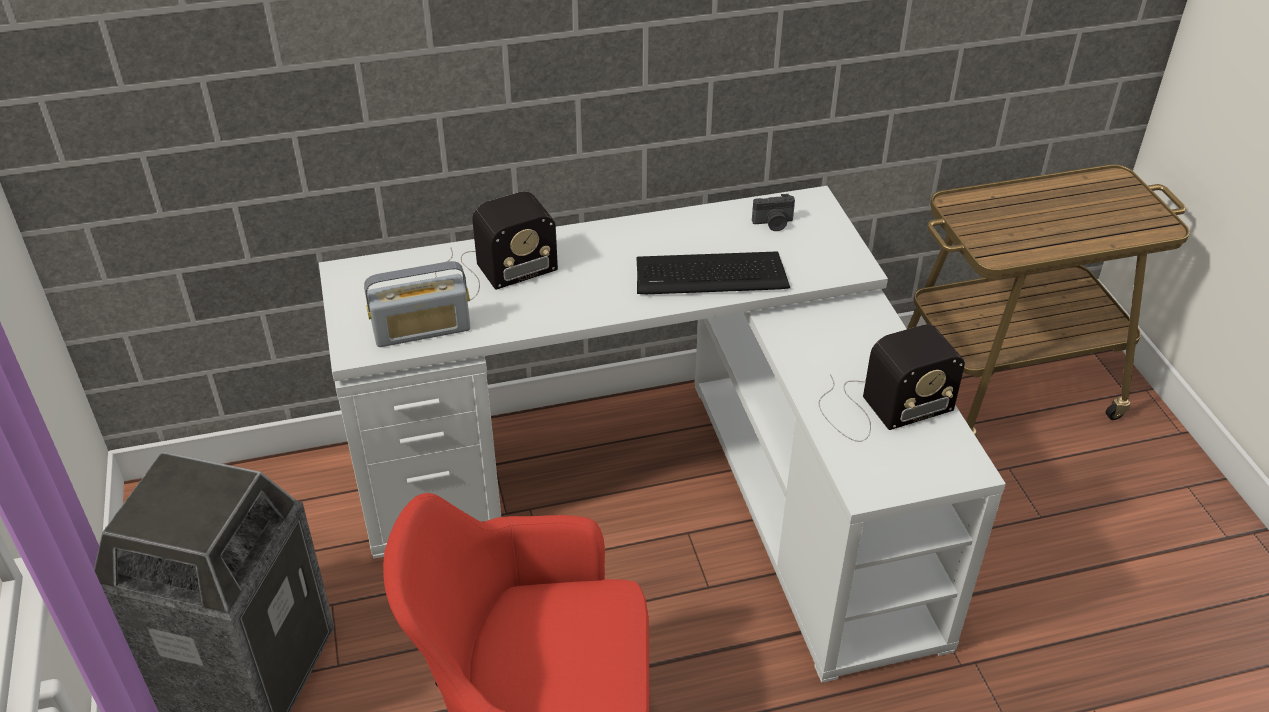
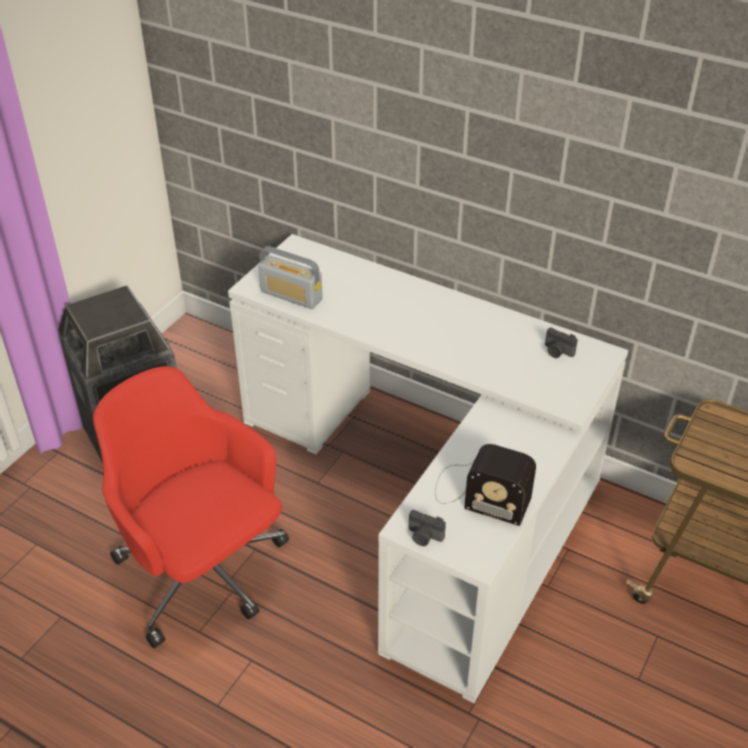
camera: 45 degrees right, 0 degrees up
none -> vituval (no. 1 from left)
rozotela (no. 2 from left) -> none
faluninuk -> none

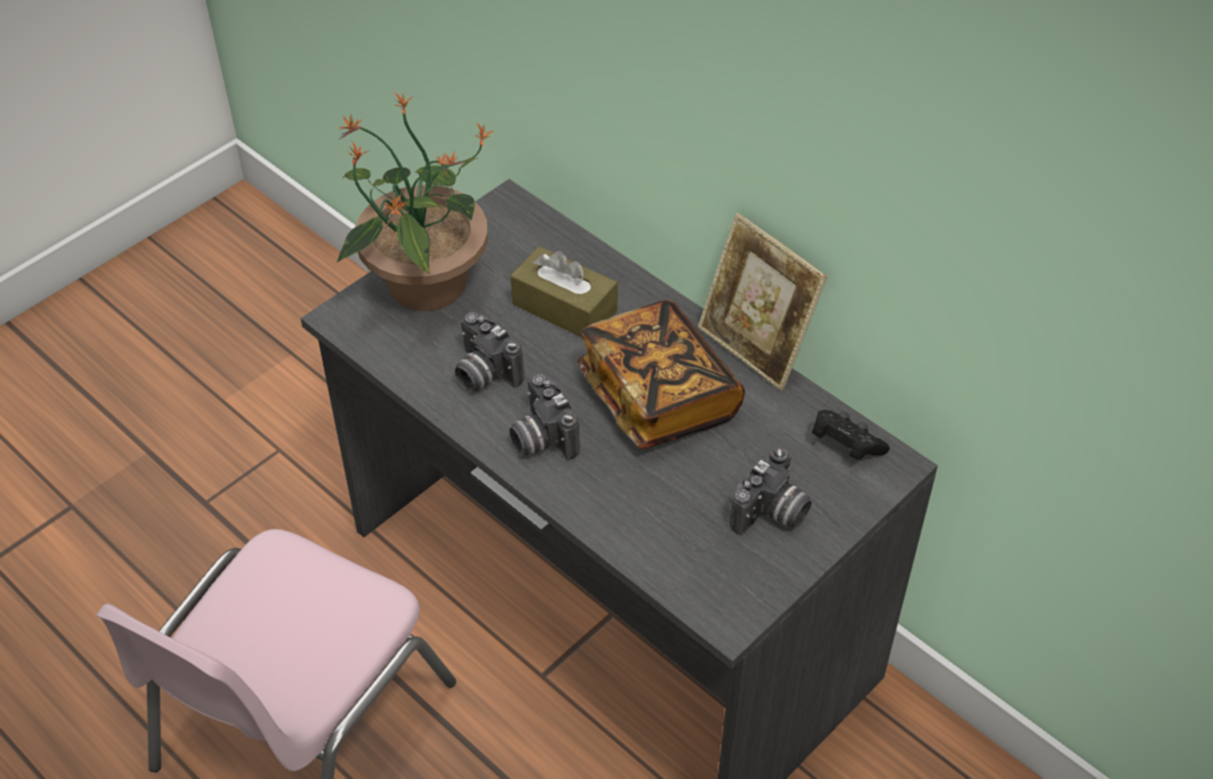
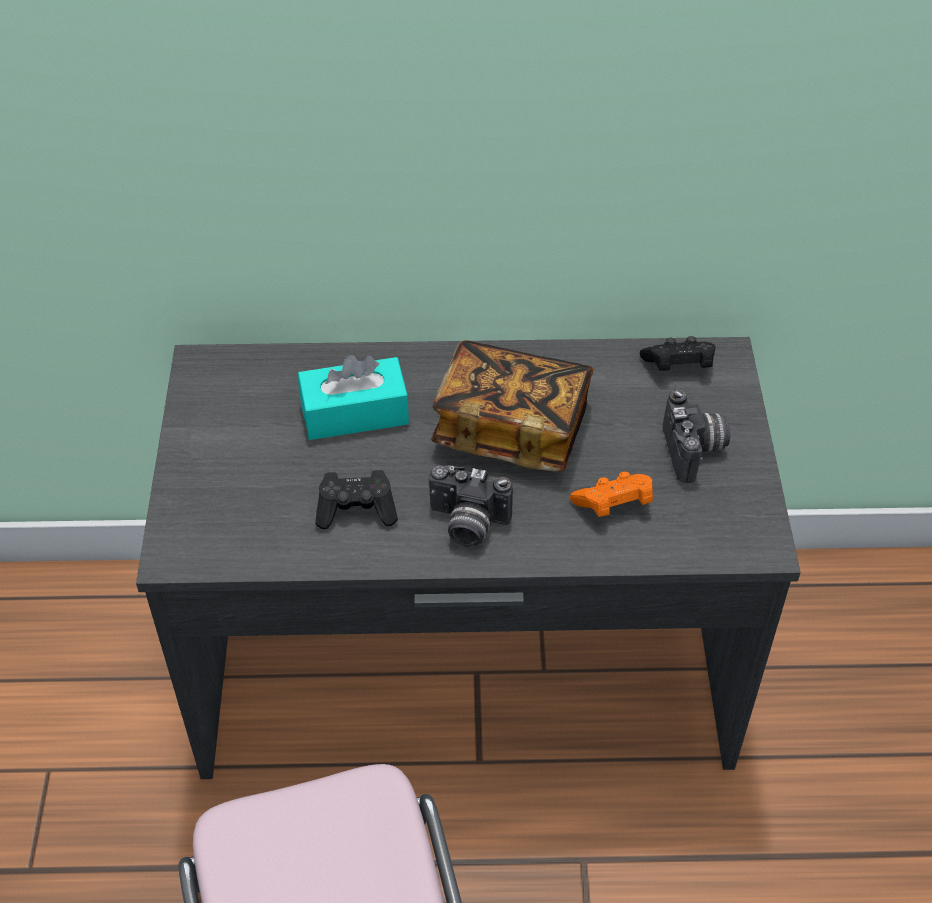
camera: 45 degrees left, 0 degrees up
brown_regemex -> turquoise_regemex
vituval (no. 1 from left) -> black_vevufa (no. 1 from left)
none -> orange_vevufa
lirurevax -> none
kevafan -> none

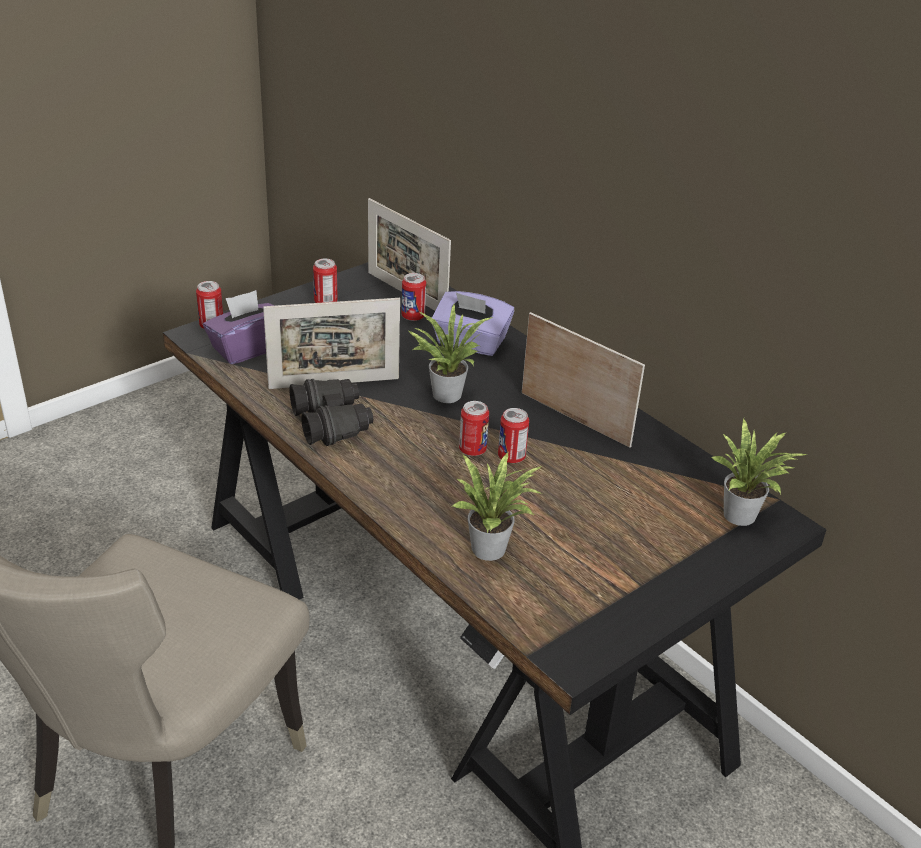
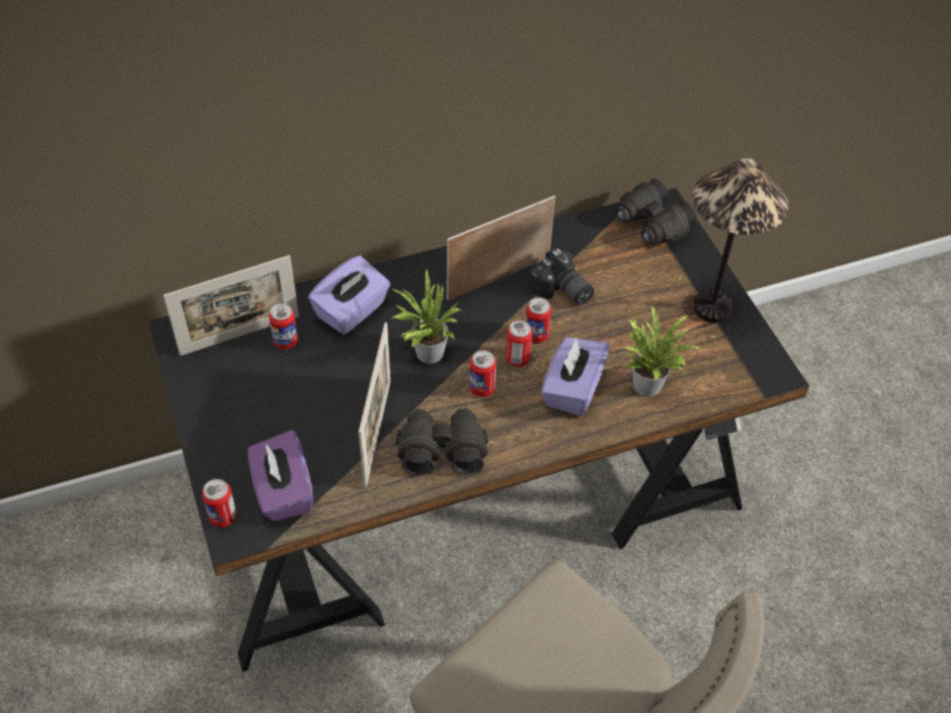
camera: 70 degrees left, 15 degrees up
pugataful (no. 2 from left in the first image) -> pugataful (no. 3 from left), relocated
none -> vituval
none -> purple_regemex (no. 3 from left)
lirurevax (no. 3 from left) -> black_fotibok (no. 2 from left)
none -> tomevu

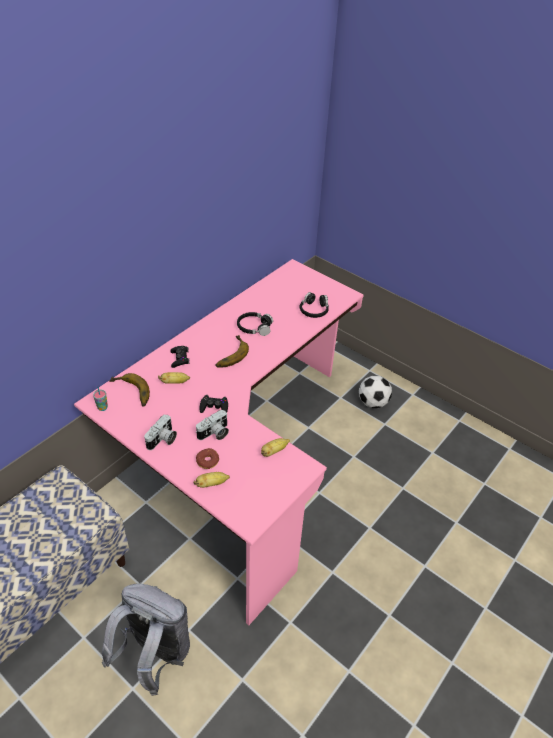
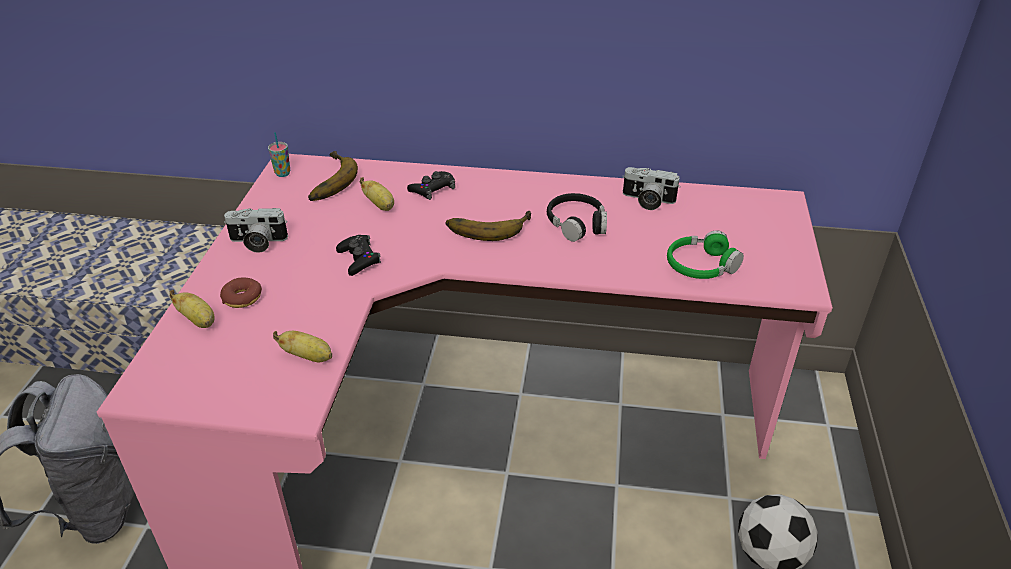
camera: 60 degrees right, 5 degrees down
vituval (no. 2 from left), relocated
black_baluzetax (no. 2 from left) -> green_baluzetax

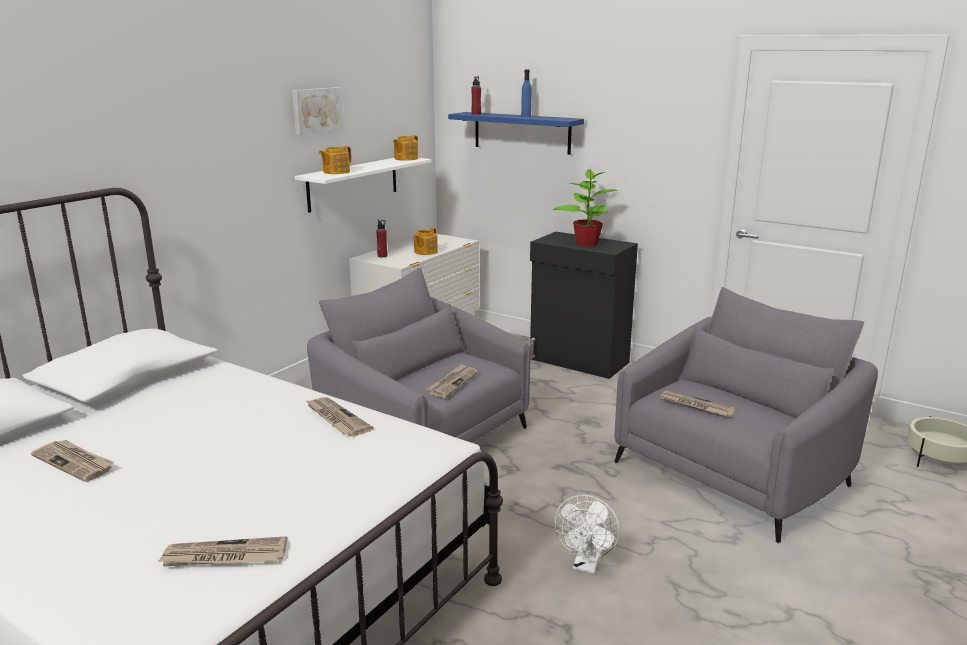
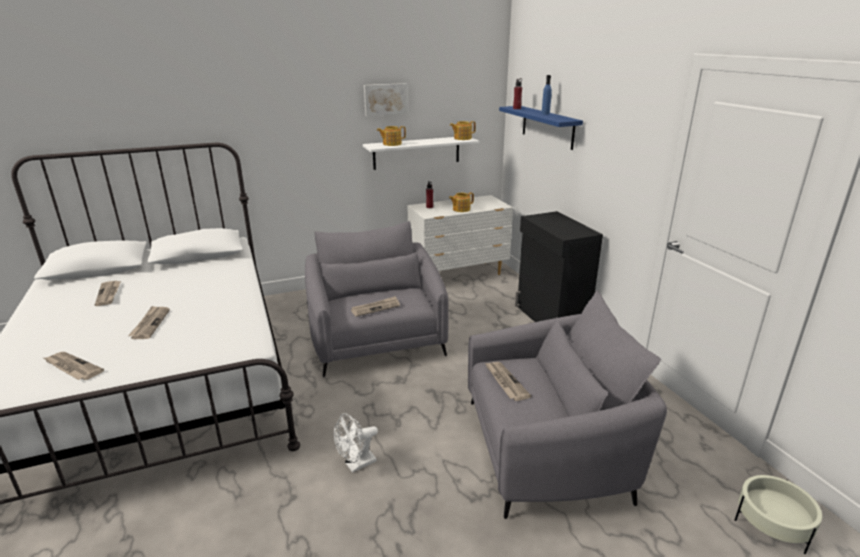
camera: 35 degrees right, 5 degrees up
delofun (no. 3 from left), relocated
lirurevax -> none

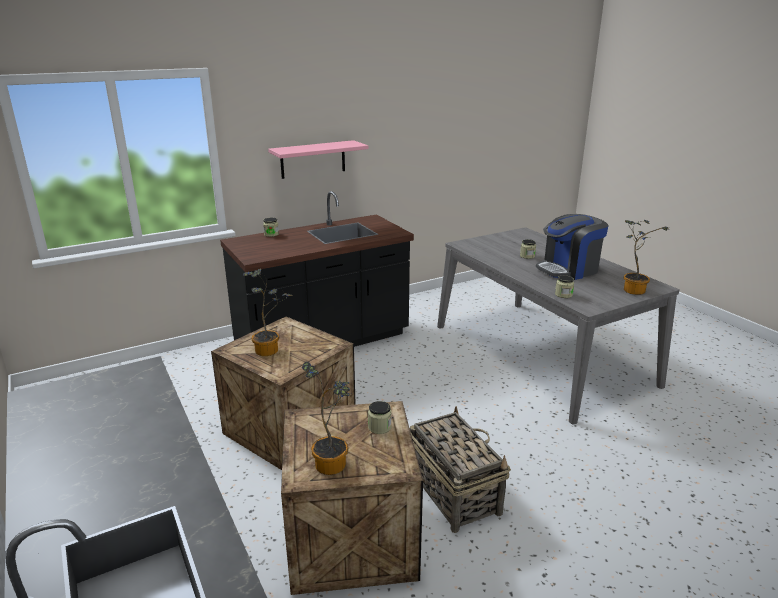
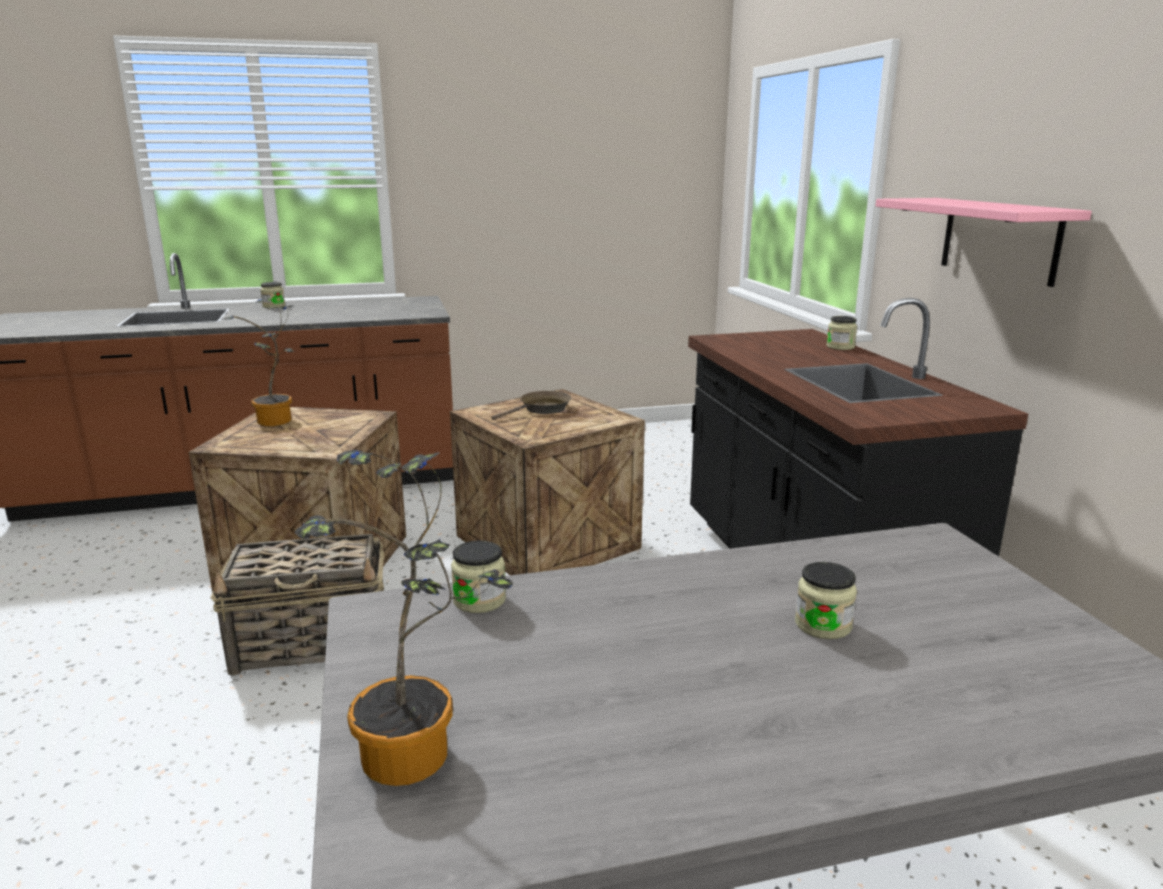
camera: 105 degrees right, 5 degrees down
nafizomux (no. 2 from left in the first image) -> nafizomux (no. 1 from left), relocated
lirurevax (no. 1 from left) -> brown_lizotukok
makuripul -> none

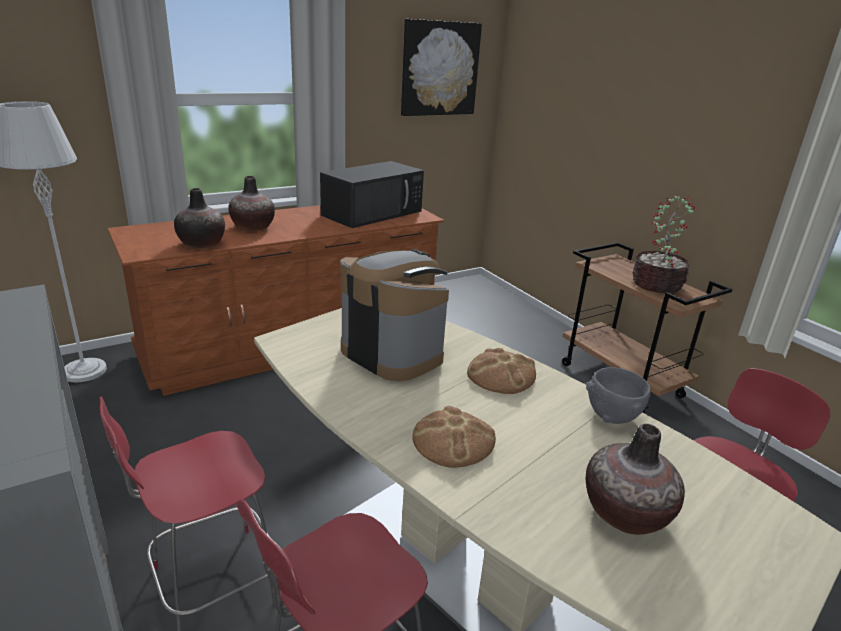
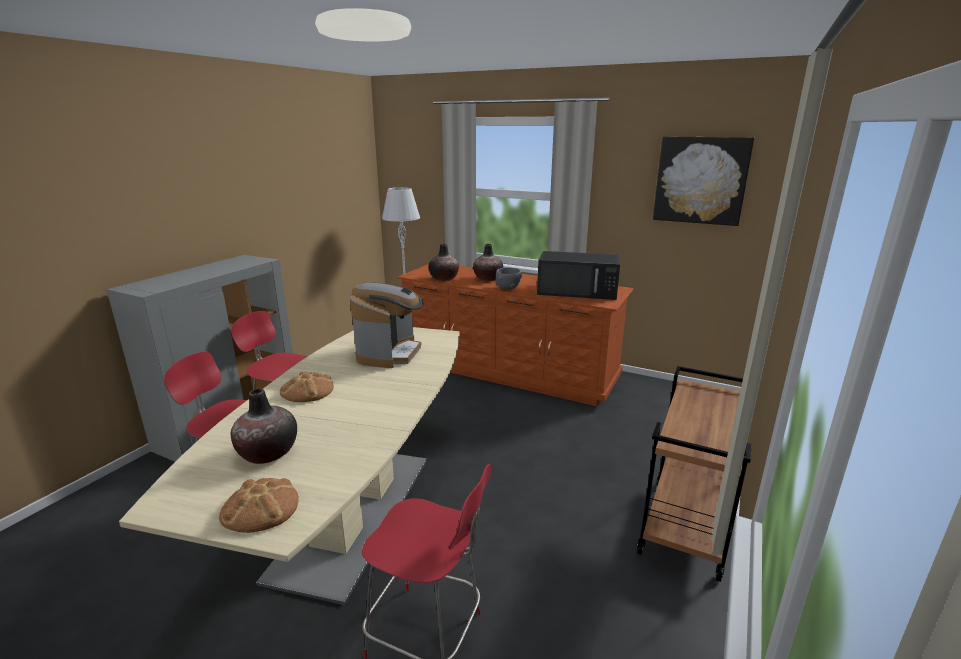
camera: 60 degrees right, 5 degrees down
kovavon (no. 2 from left in the first image) -> kovavon (no. 1 from left), relocated
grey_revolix, relocated
lirurevax -> none

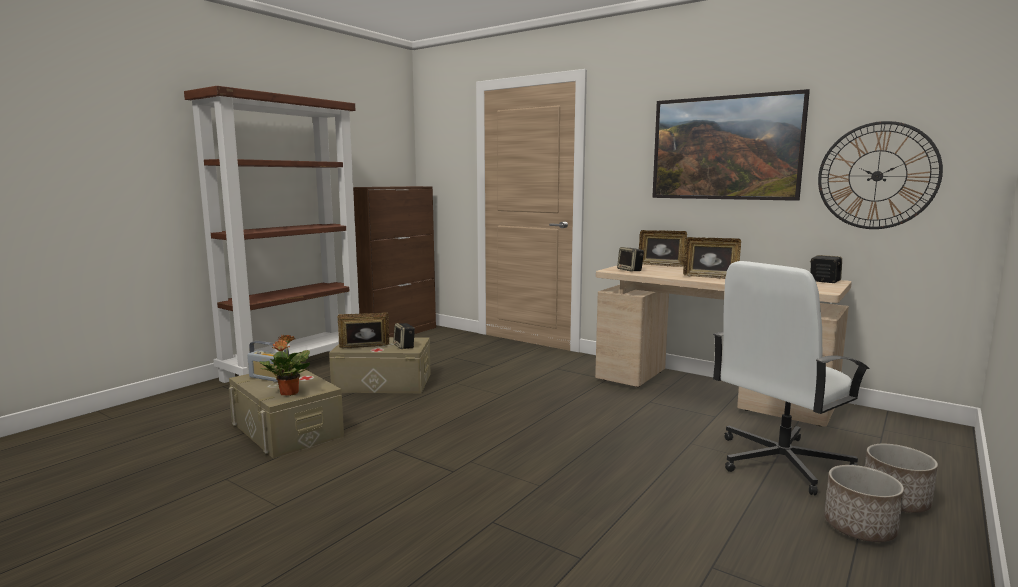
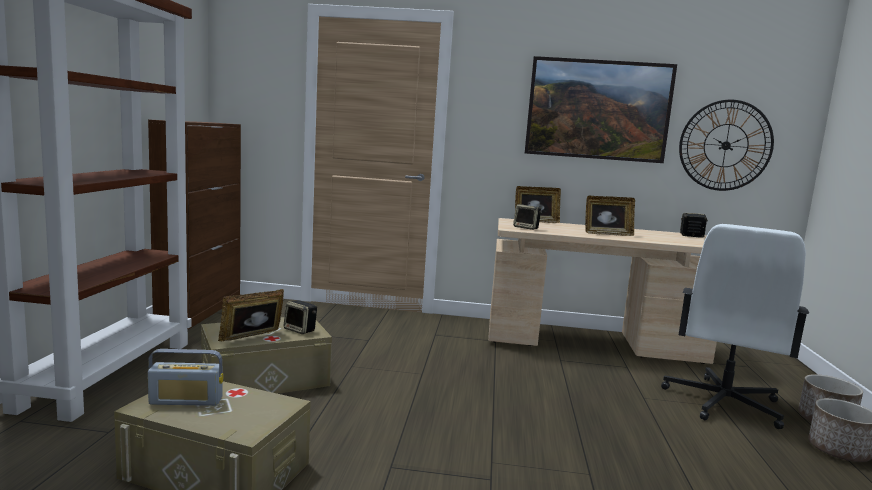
camera: 30 degrees left, 0 degrees up
lirurevax -> none

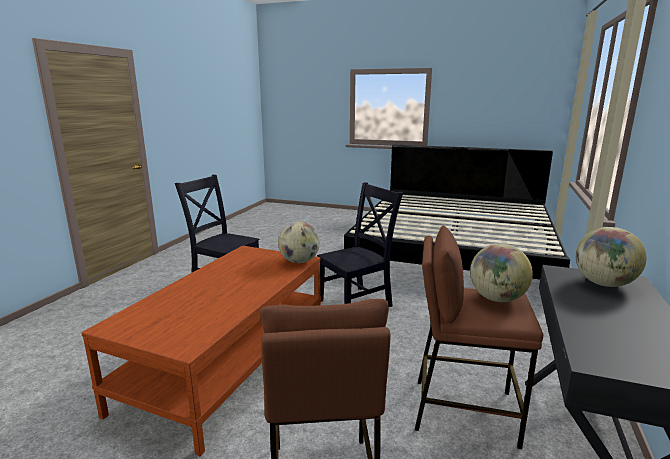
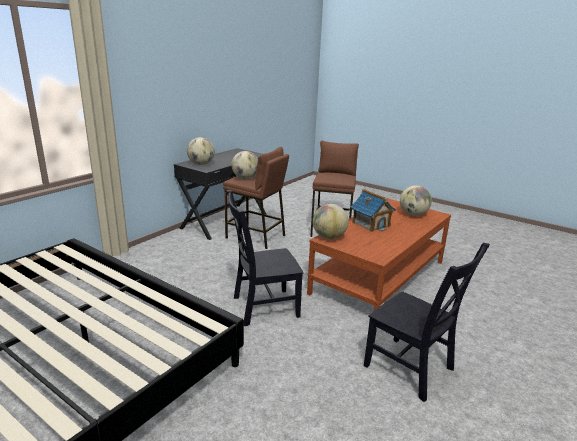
camera: 165 degrees left, 5 degrees up
none -> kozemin
none -> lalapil (no. 4 from left)

